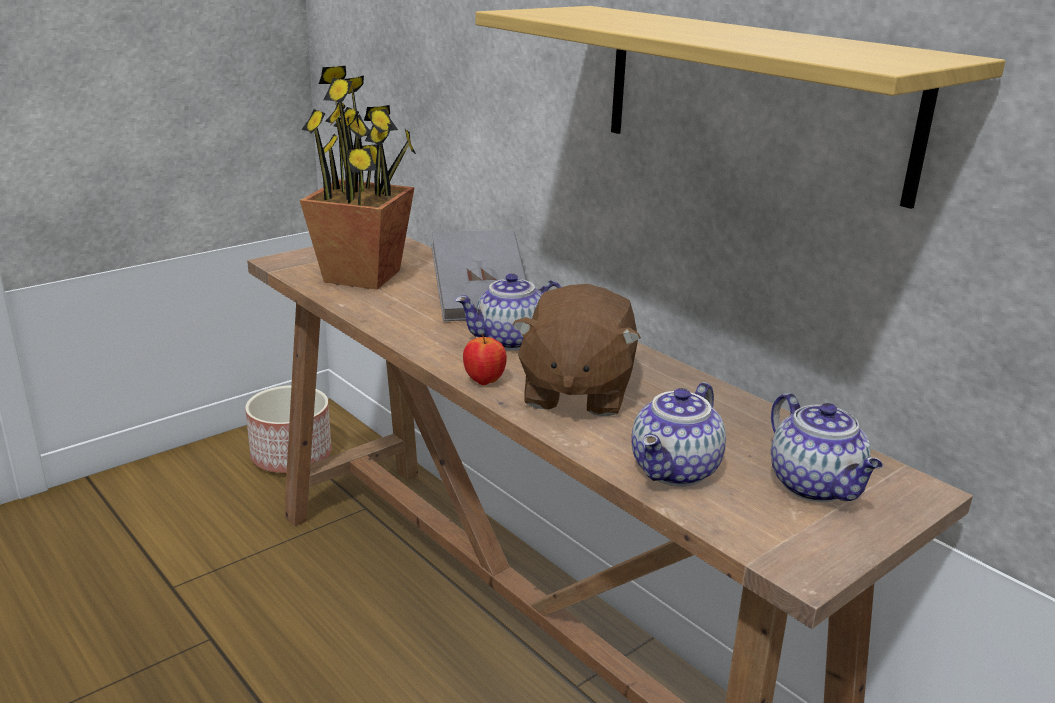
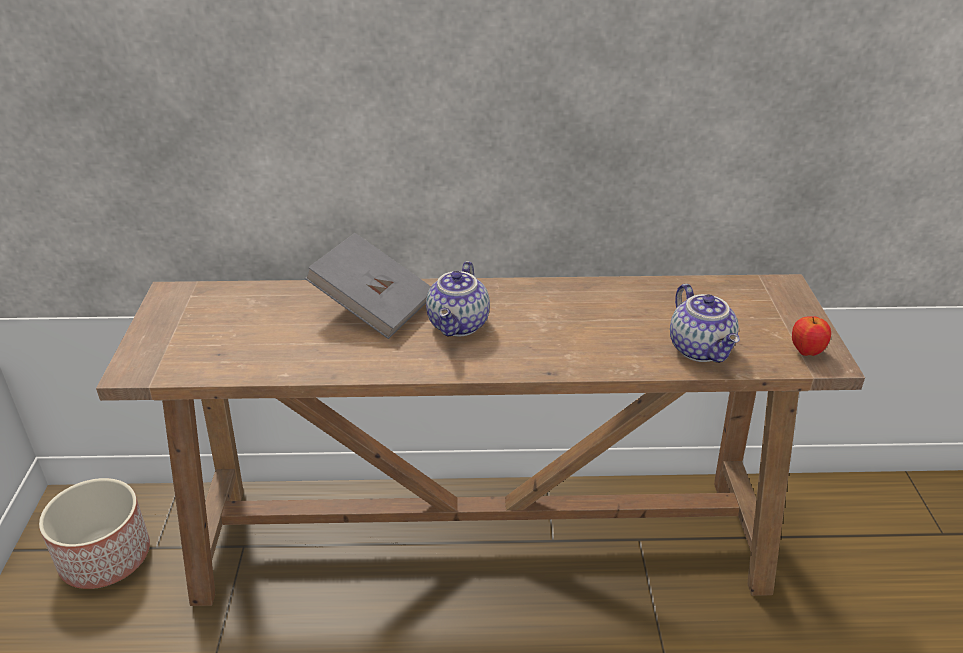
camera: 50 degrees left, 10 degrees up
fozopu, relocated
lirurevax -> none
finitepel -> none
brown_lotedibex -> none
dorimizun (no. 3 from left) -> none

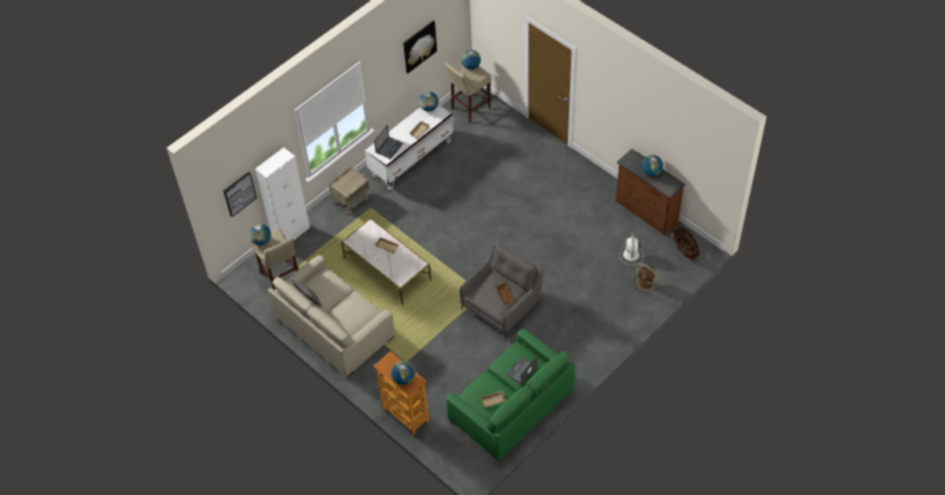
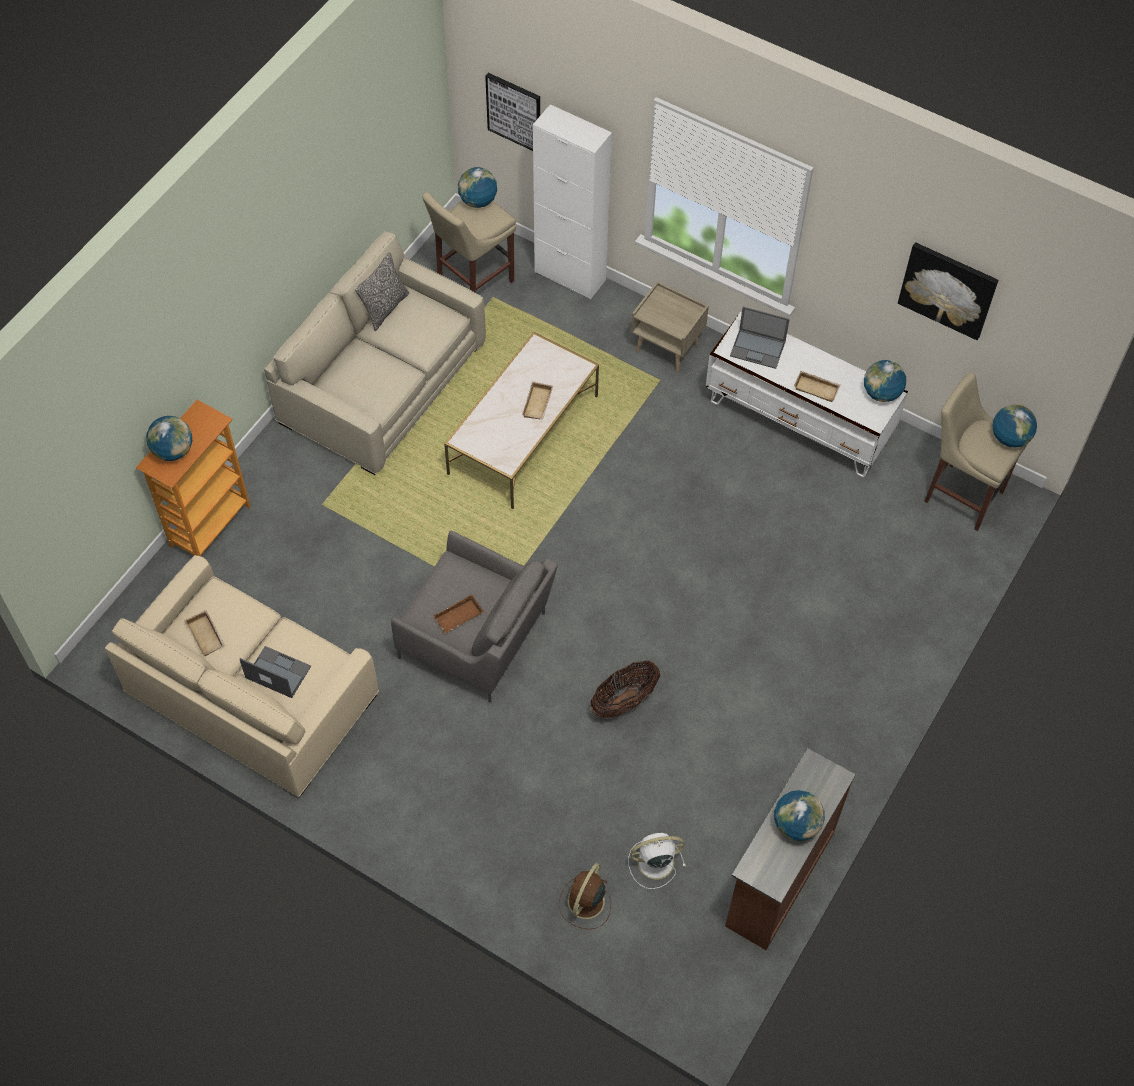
camera: 75 degrees right, 5 degrees up
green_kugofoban -> beige_kugofoban (no. 1 from left)
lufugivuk, relocated

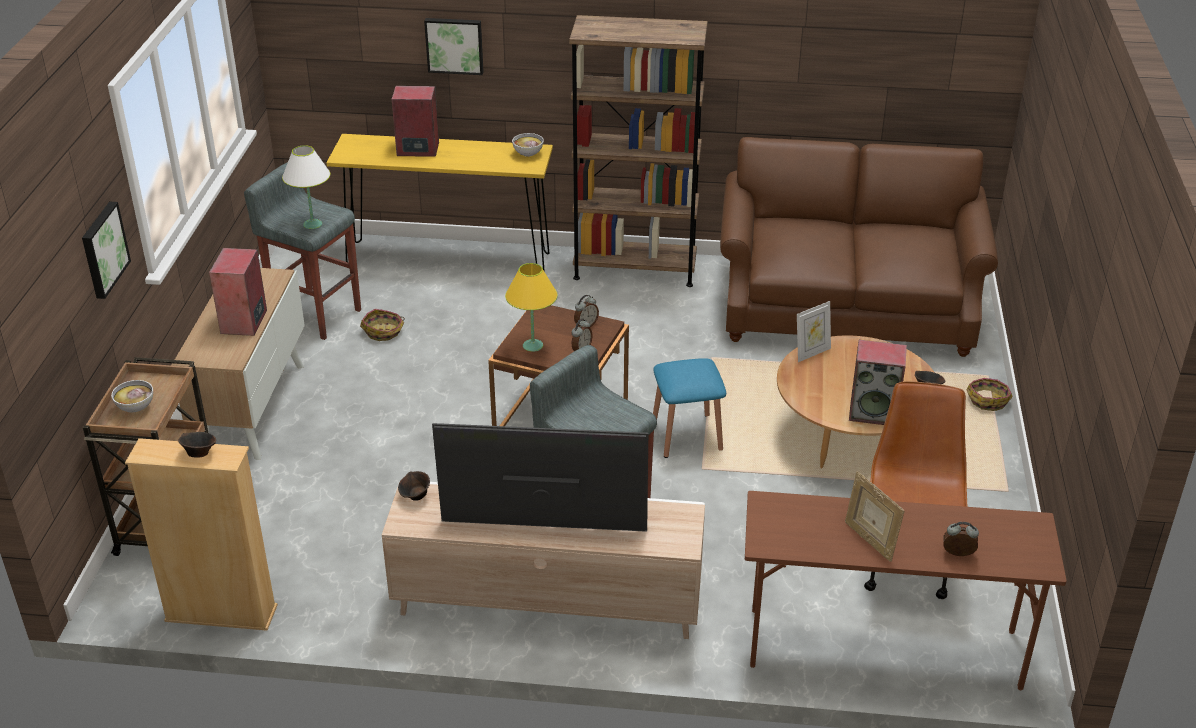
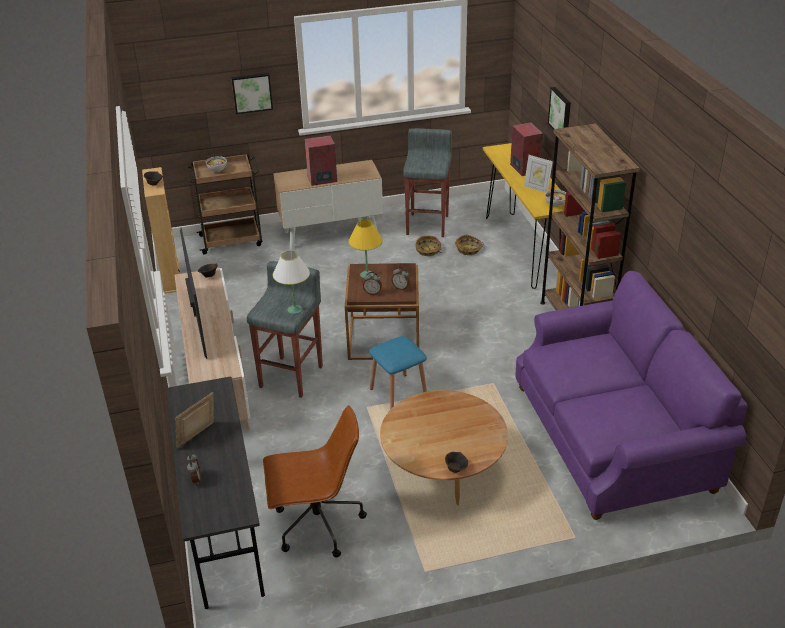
camera: 70 degrees right, 0 degrees up
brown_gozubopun -> grey_gozubopun
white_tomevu, relocated
lufugivuk (no. 2 from left), relocated
brown_kugofoban -> purple_kugofoban
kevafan (no. 1 from left in the first image) -> kevafan (no. 2 from left), relocated
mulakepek (no. 3 from left) -> none

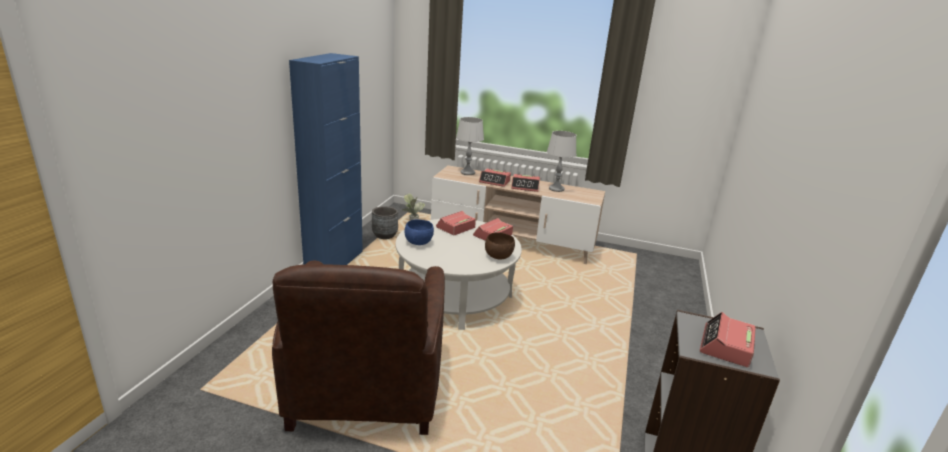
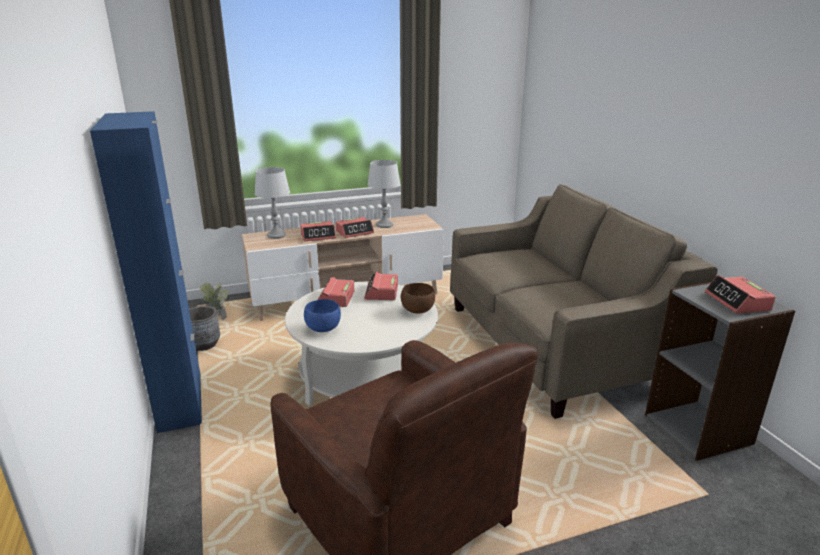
camera: 35 degrees left, 0 degrees up
none -> beige_kugofoban

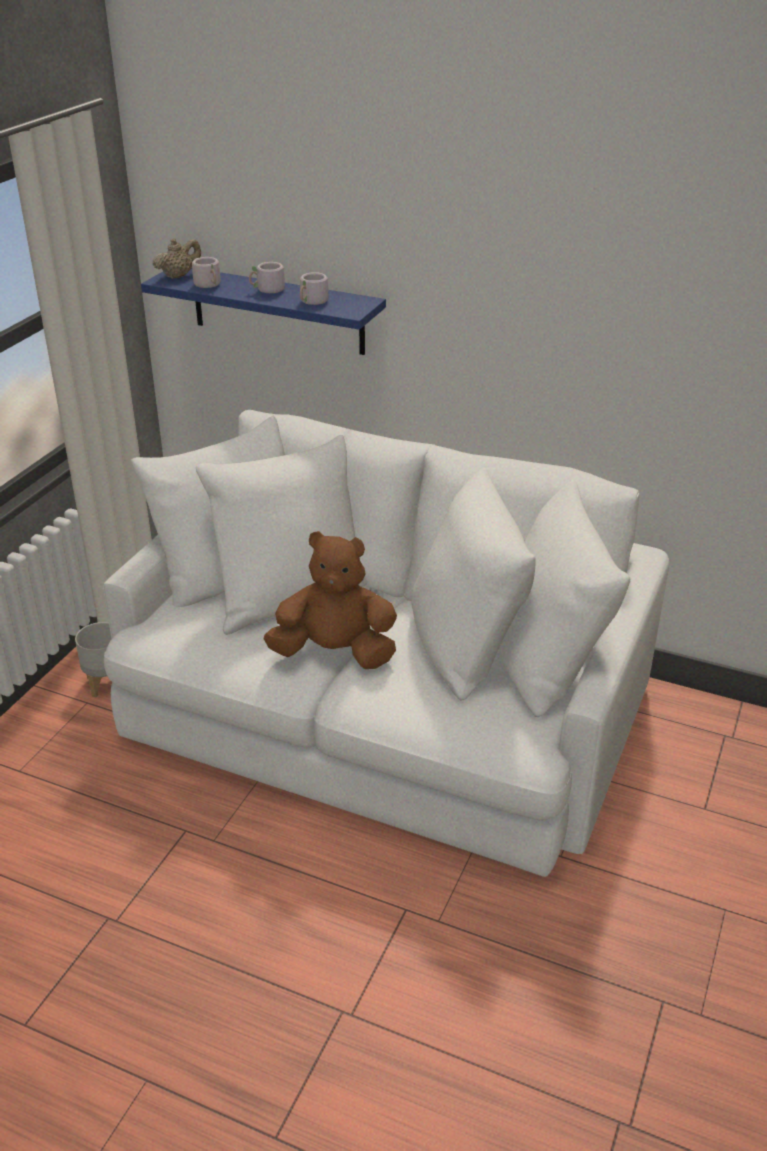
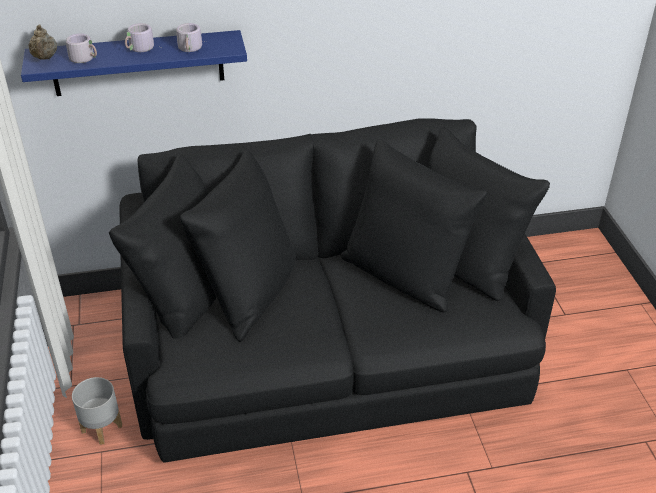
camera: 35 degrees left, 5 degrees up
beige_dorimizun, 150 degrees clockwise
white_kugofoban -> black_kugofoban
brown_lotedibex -> none

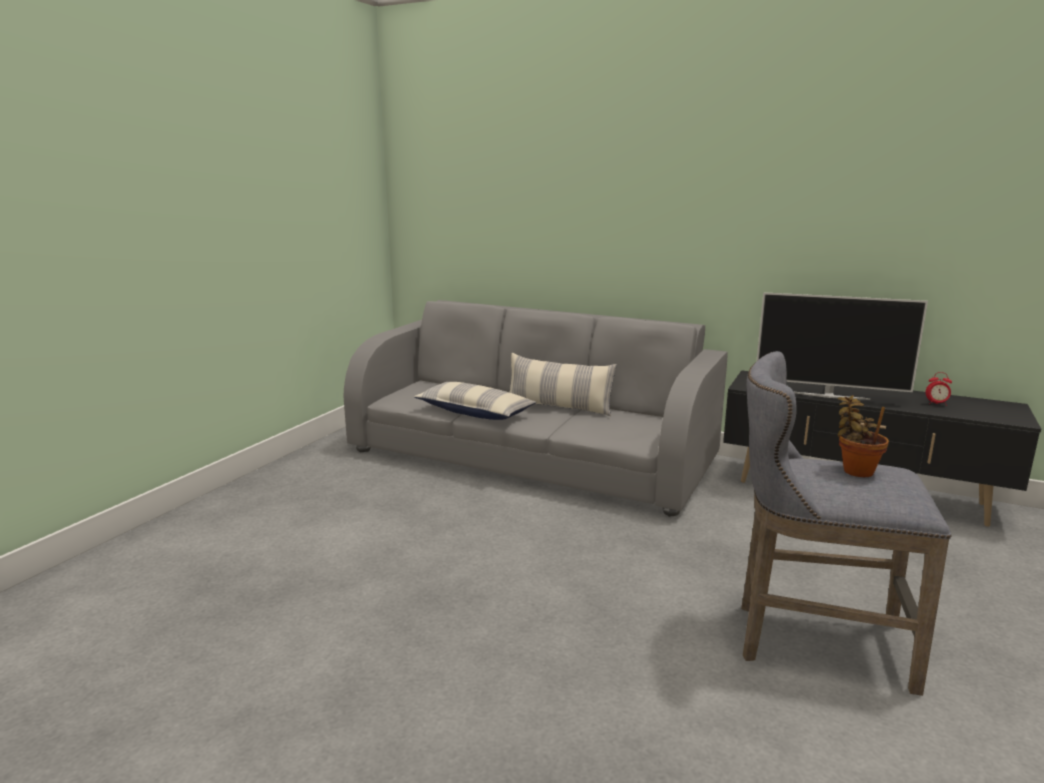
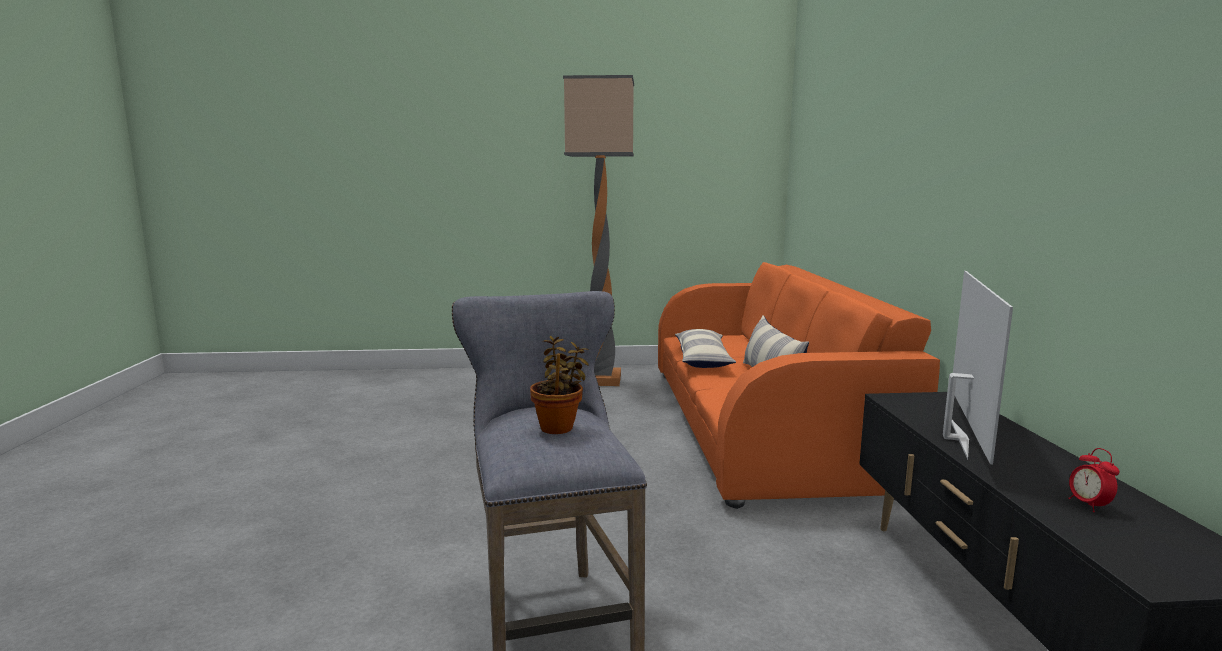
camera: 60 degrees right, 5 degrees down
none -> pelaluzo
grey_kugofoban -> orange_kugofoban
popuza, 150 degrees counterclockwise

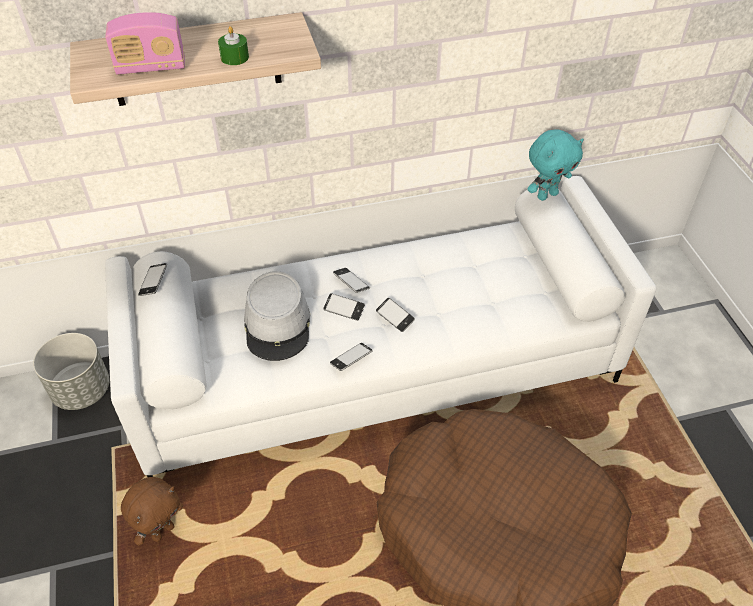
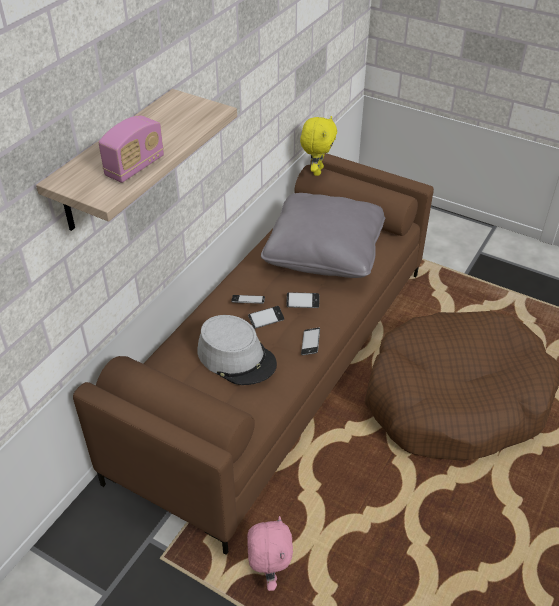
camera: 45 degrees left, 5 degrees down
white_kugofoban -> brown_kugofoban
brown_lotedibex -> pink_lotedibex
none -> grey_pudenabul
turquoise_lotedibex -> yellow_lotedibex
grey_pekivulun -> none
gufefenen (no. 1 from left) -> none
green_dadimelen -> none

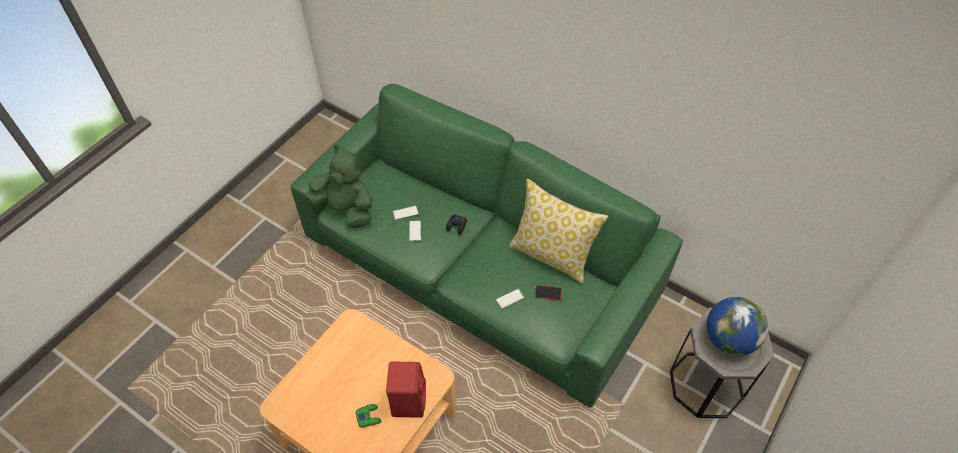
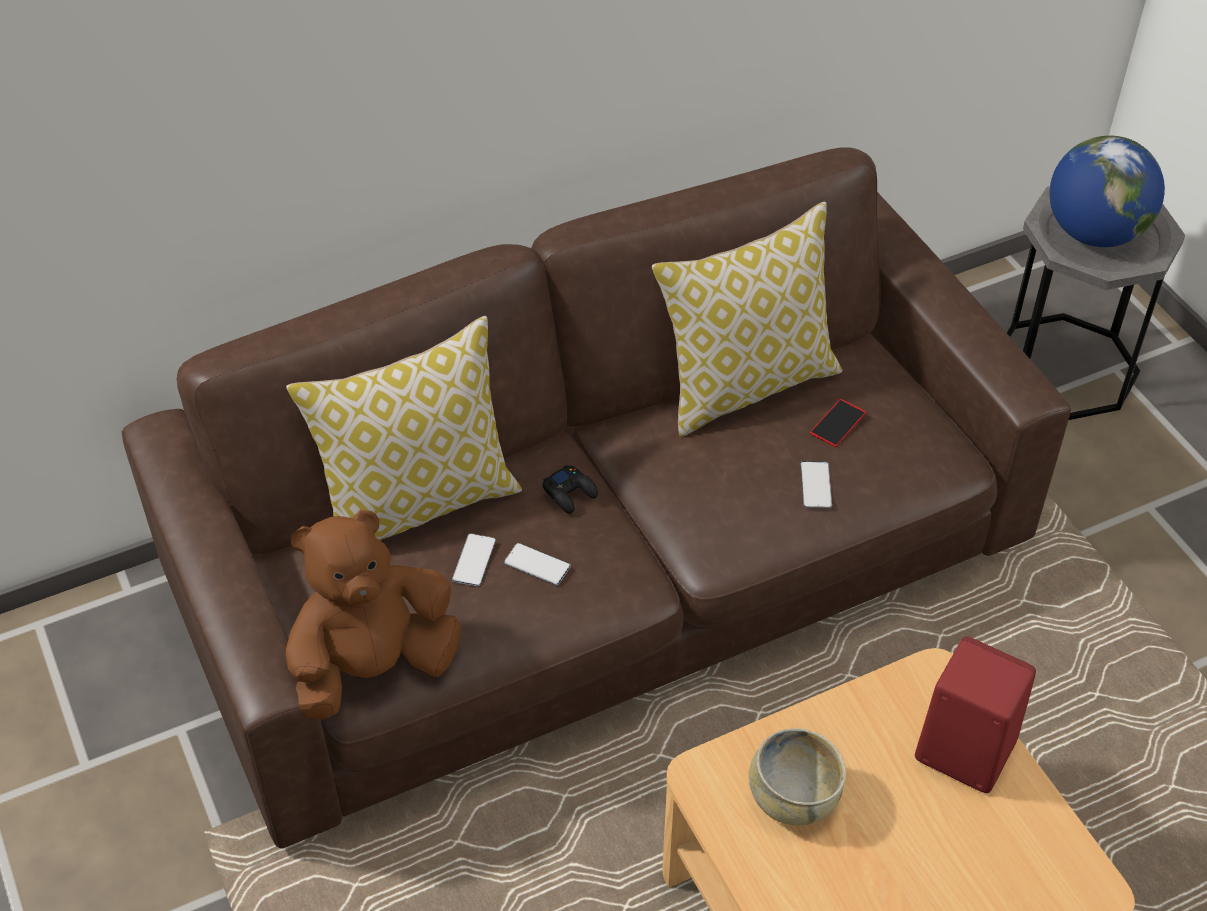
camera: 60 degrees left, 5 degrees down
green_kugofoban -> brown_kugofoban
none -> pudenabul (no. 1 from left)
green_lotedibex -> brown_lotedibex
none -> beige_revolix
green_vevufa -> none

